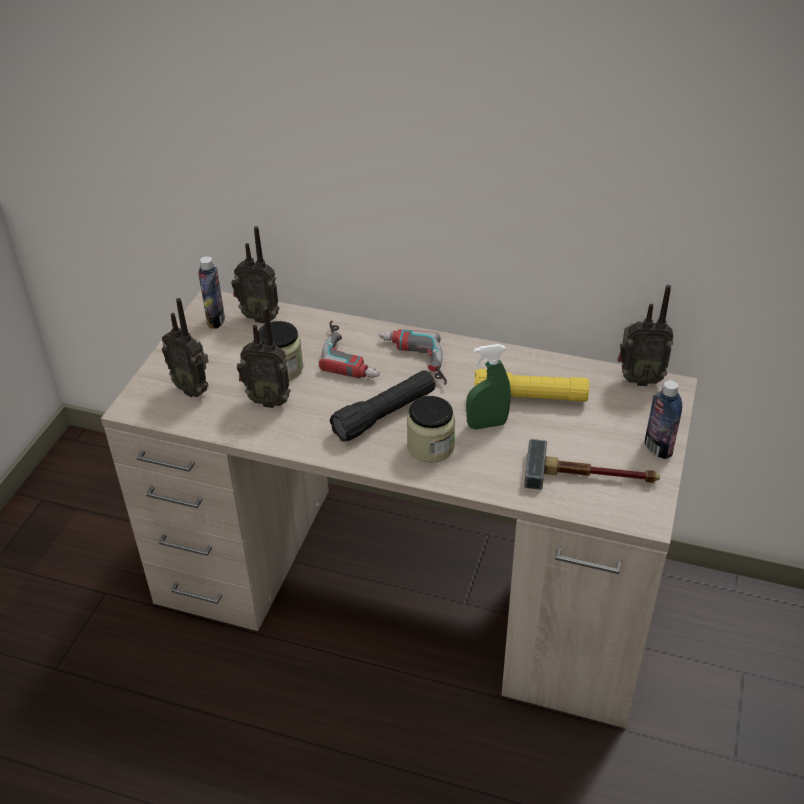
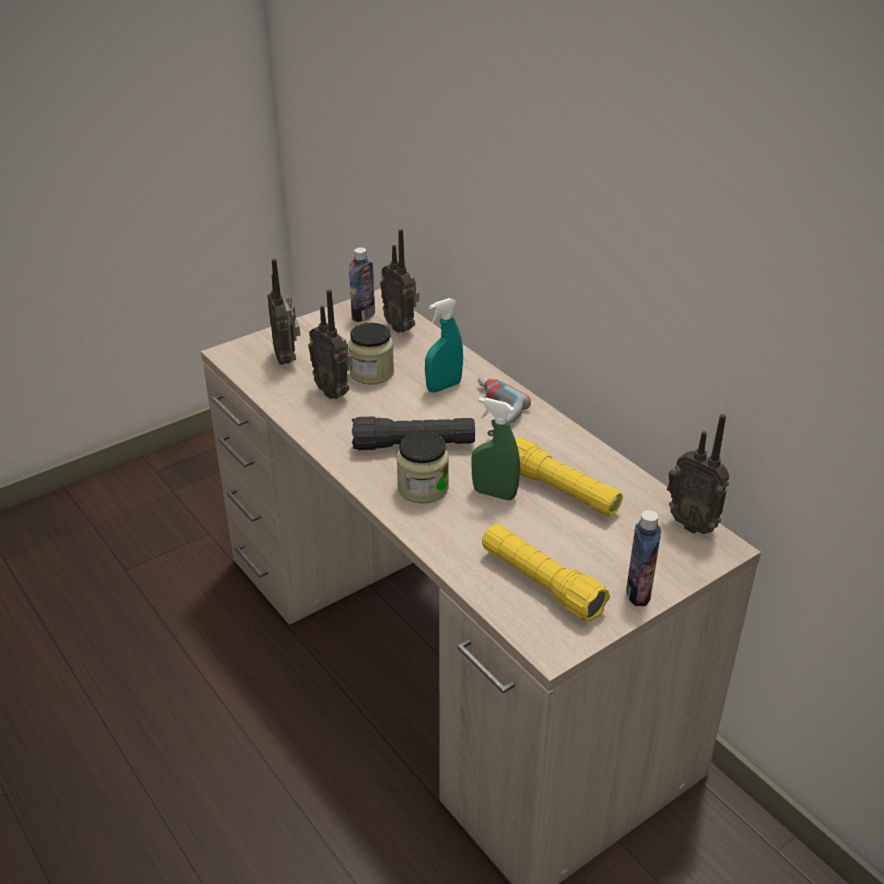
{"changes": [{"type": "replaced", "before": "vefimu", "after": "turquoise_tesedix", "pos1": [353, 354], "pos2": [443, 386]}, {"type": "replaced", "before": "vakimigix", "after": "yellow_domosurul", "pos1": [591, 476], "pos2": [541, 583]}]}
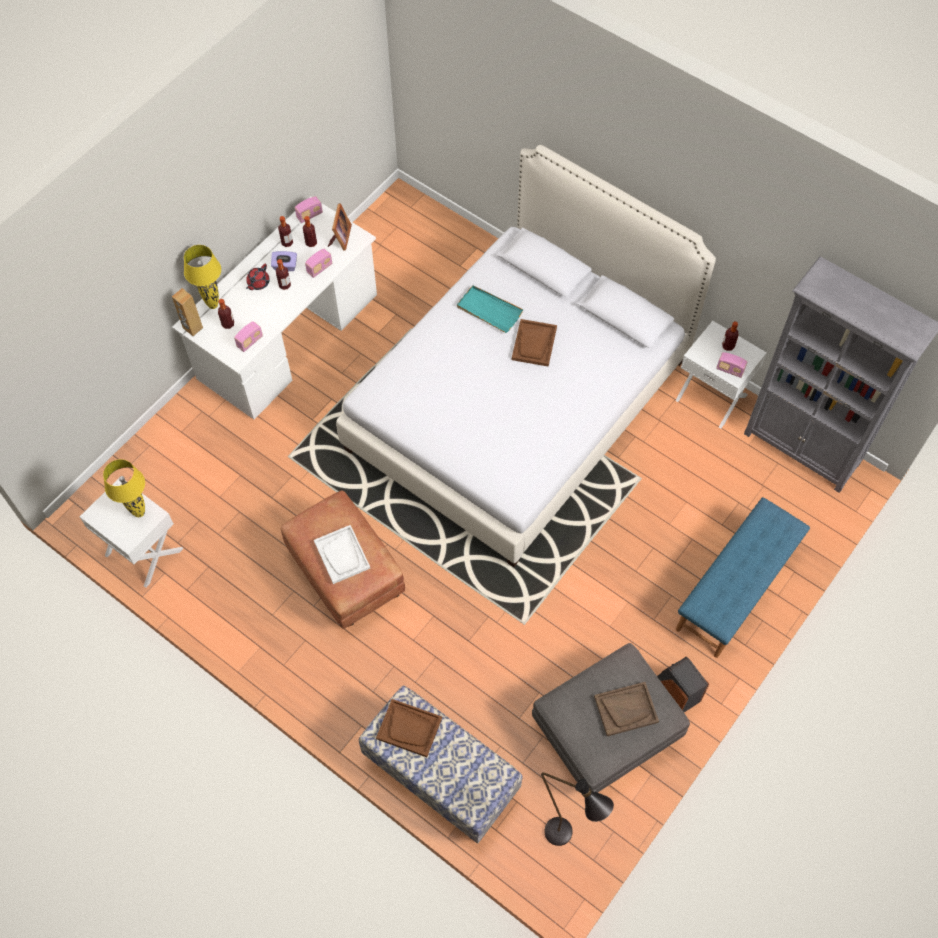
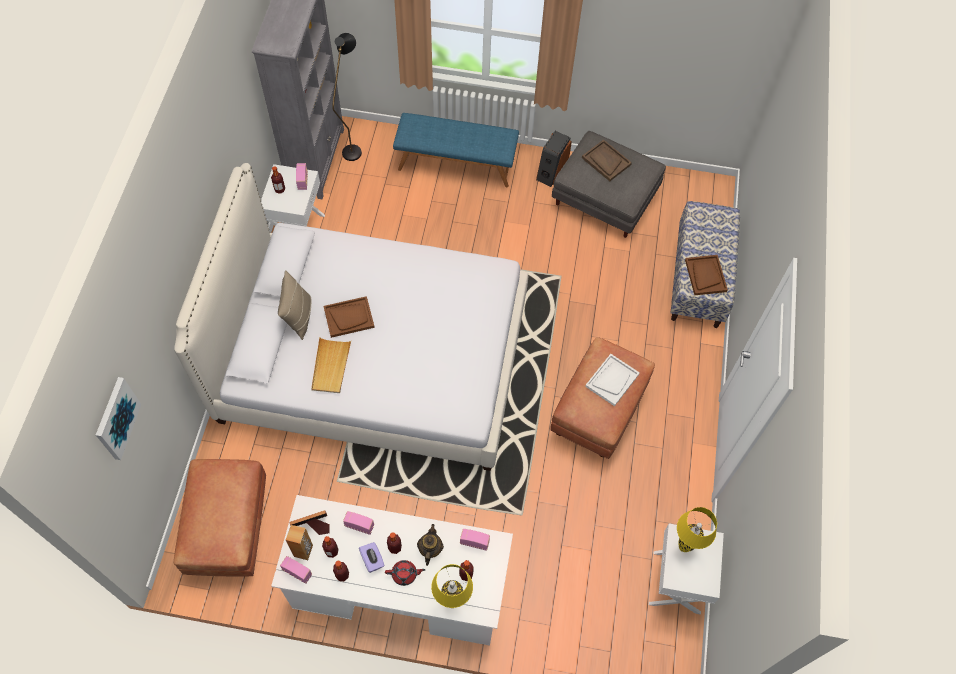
{"changes": [{"type": "added", "after": "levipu", "pos2": [116, 418]}, {"type": "added", "after": "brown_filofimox", "pos2": [229, 529]}, {"type": "added", "after": "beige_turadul", "pos2": [298, 316]}, {"type": "moved", "before": "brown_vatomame", "pos1": [192, 328], "pos2": [303, 551]}, {"type": "recoloured", "before": "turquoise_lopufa", "after": "beige_lopufa", "pos1": [489, 310], "pos2": [330, 366]}, {"type": "moved", "before": "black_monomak", "pos1": [567, 838], "pos2": [353, 147]}, {"type": "added", "after": "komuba", "pos2": [430, 549]}]}
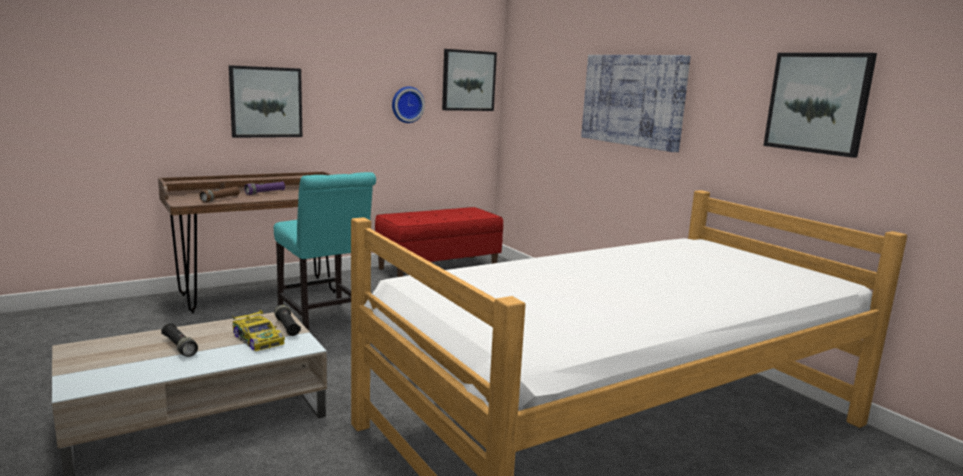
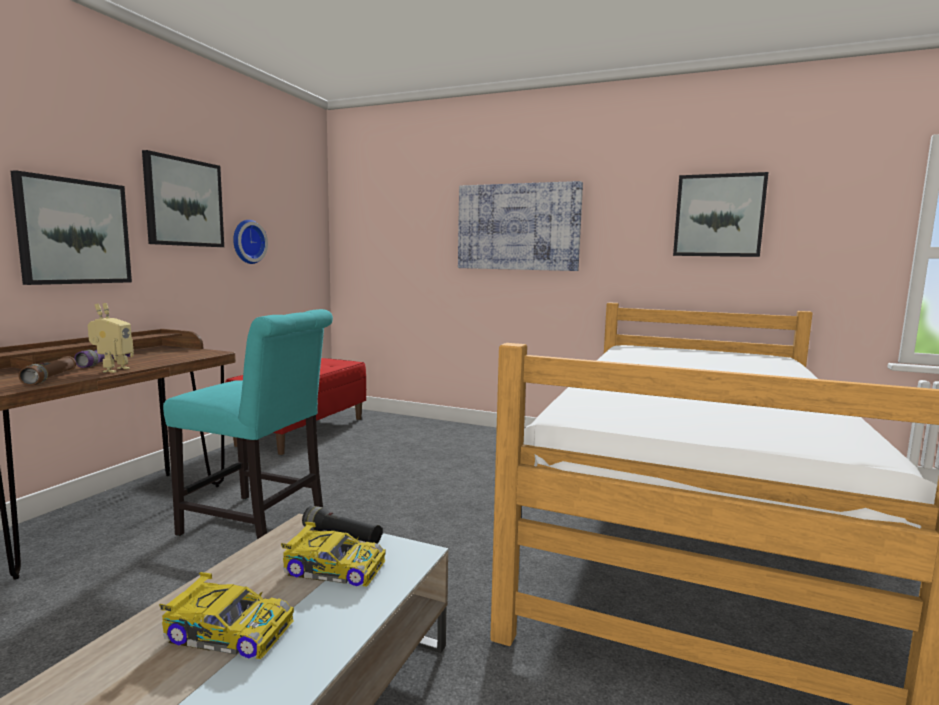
{"changes": [{"type": "added", "after": "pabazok", "pos2": [112, 370]}, {"type": "moved", "before": "levipu", "pos1": [468, 80], "pos2": [184, 202]}, {"type": "replaced", "before": "black_domosurul", "after": "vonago", "pos1": [179, 347], "pos2": [228, 631]}]}
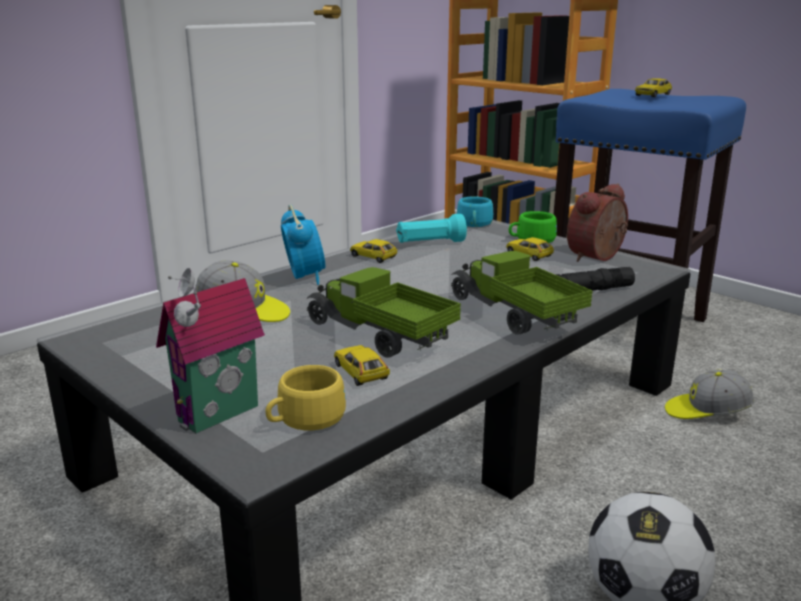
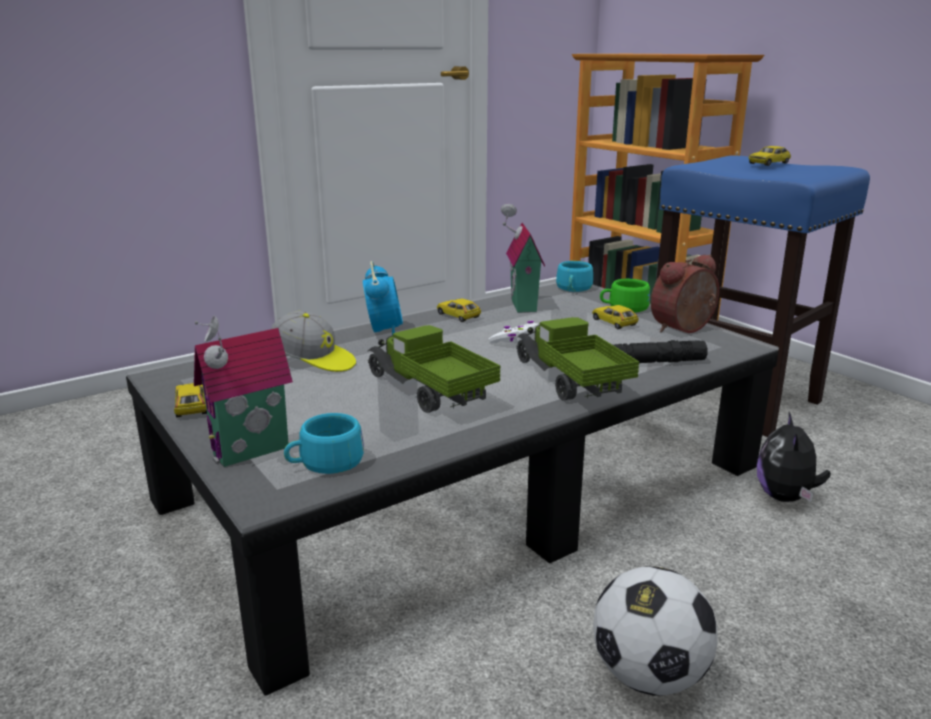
{"changes": [{"type": "moved", "before": "vonago", "pos1": [361, 372], "pos2": [192, 406]}, {"type": "recoloured", "before": "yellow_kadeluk", "after": "turquoise_kadeluk", "pos1": [305, 419], "pos2": [325, 463]}, {"type": "added", "after": "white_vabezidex", "pos2": [515, 340]}, {"type": "replaced", "before": "turquoise_domosurul", "after": "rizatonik", "pos1": [430, 243], "pos2": [520, 305]}, {"type": "replaced", "before": "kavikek", "after": "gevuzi", "pos1": [706, 412], "pos2": [785, 497]}]}
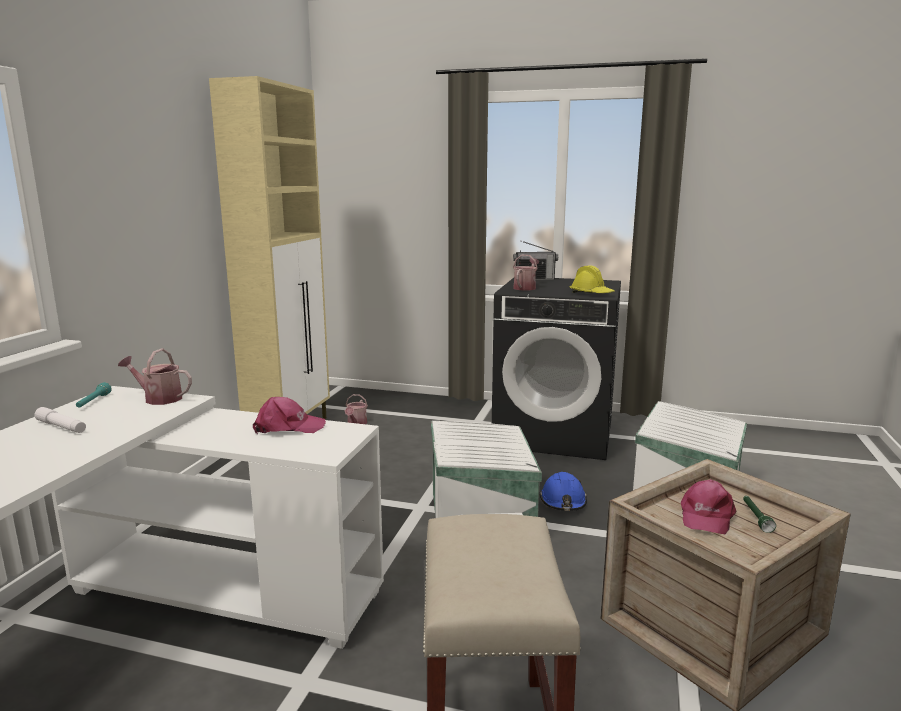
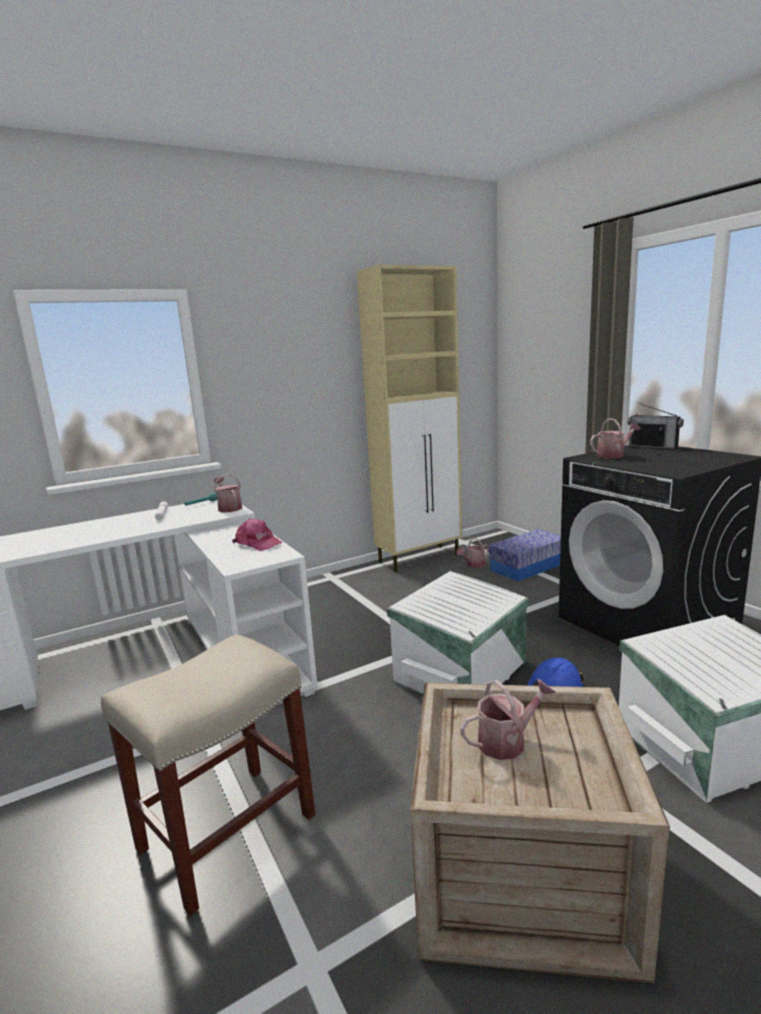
{"changes": [{"type": "replaced", "before": "pink_kavikek", "after": "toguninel", "pos1": [706, 516], "pos2": [507, 741]}, {"type": "added", "after": "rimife", "pos2": [528, 567]}, {"type": "removed", "before": "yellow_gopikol", "pos1": [591, 294]}, {"type": "removed", "before": "green_domosurul", "pos1": [755, 518]}]}
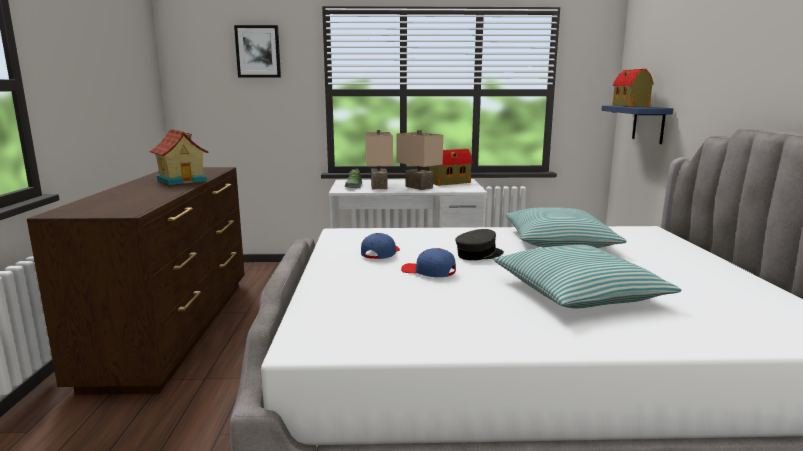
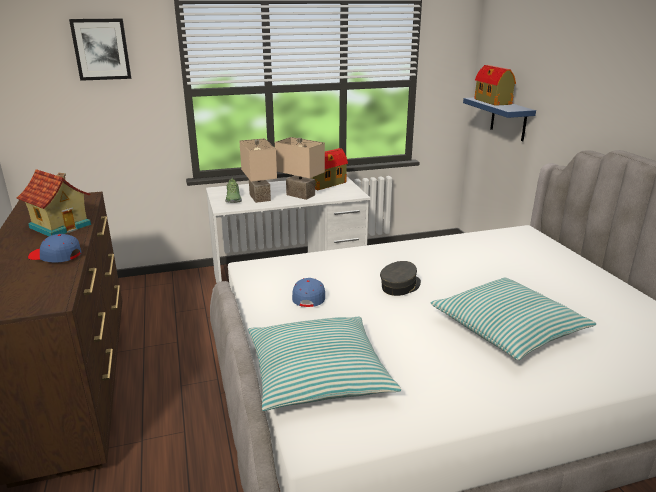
{"changes": [{"type": "moved", "before": "blue_kavikek", "pos1": [428, 272], "pos2": [55, 256]}, {"type": "moved", "before": "turadul", "pos1": [558, 241], "pos2": [318, 374]}]}
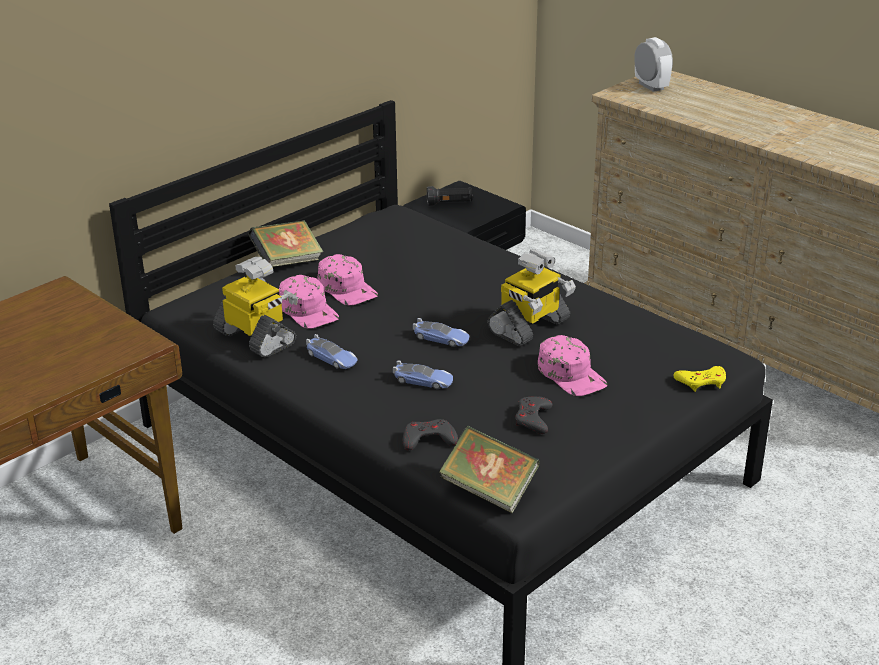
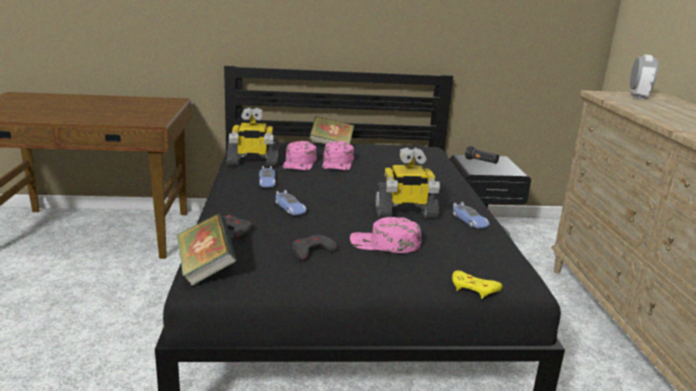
{"changes": [{"type": "turned", "before": "pabazok", "pos1": [257, 338], "pos2": [252, 162], "turn": 90}, {"type": "turned", "before": "pink_kavikek", "pos1": [572, 374], "pos2": [384, 243], "turn": 90}, {"type": "moved", "before": "vonago", "pos1": [441, 338], "pos2": [469, 220]}]}
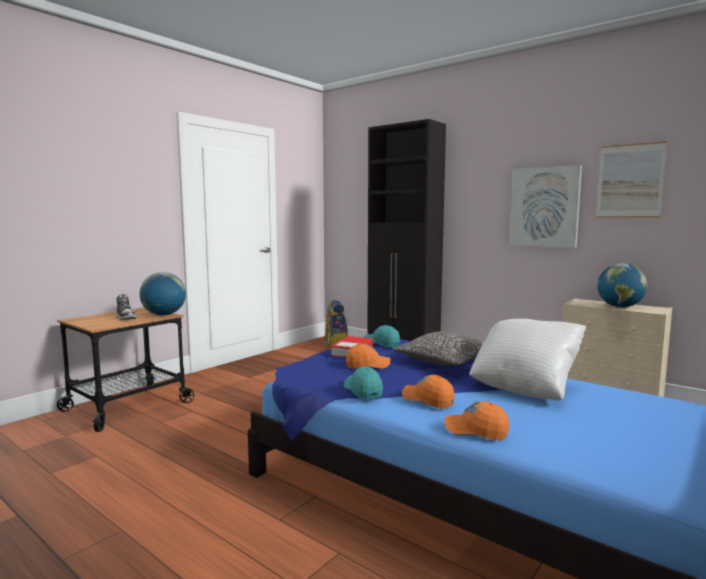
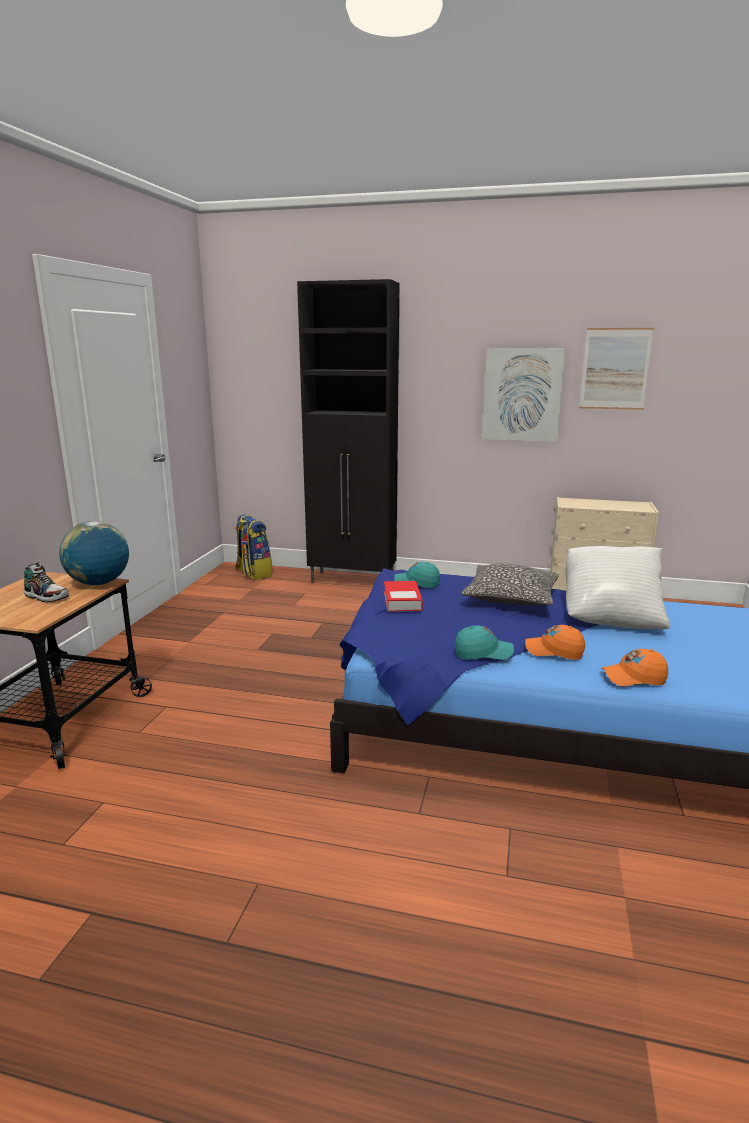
{"changes": [{"type": "turned", "before": "turquoise_kavikek", "pos1": [363, 390], "pos2": [483, 653], "turn": 135}, {"type": "removed", "before": "orange_kavikek", "pos1": [368, 365]}, {"type": "removed", "before": "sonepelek", "pos1": [620, 307]}]}
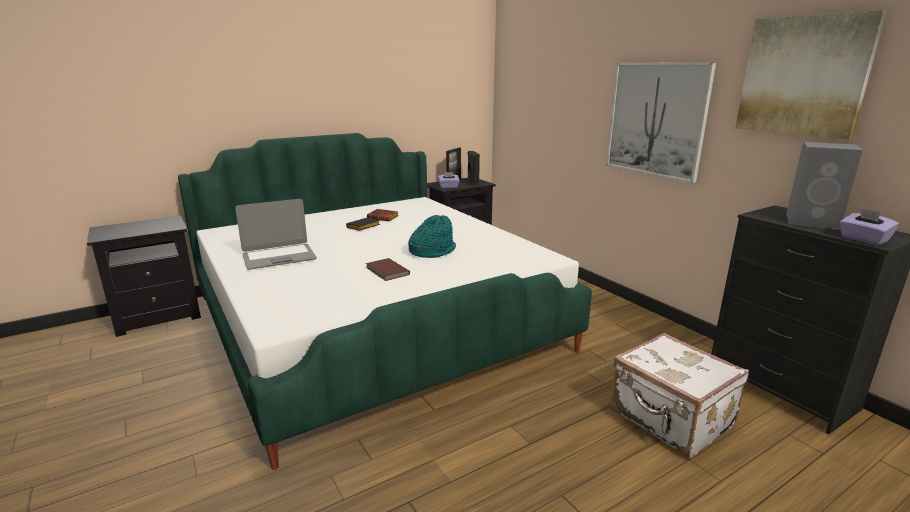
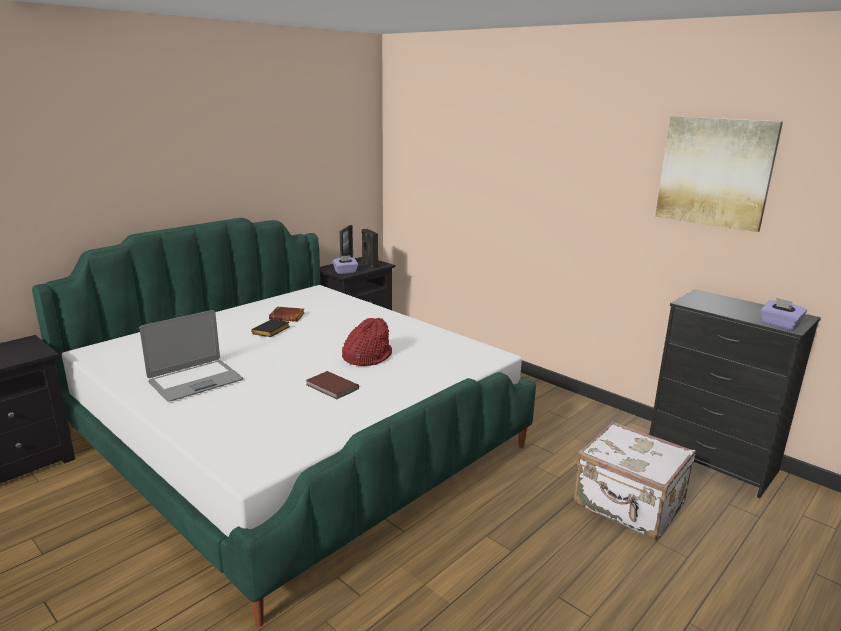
{"changes": [{"type": "recoloured", "before": "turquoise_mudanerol", "after": "red_mudanerol", "pos1": [432, 251], "pos2": [367, 357]}, {"type": "removed", "before": "levipu", "pos1": [656, 119]}, {"type": "removed", "before": "grey_vatomame", "pos1": [813, 222]}]}
